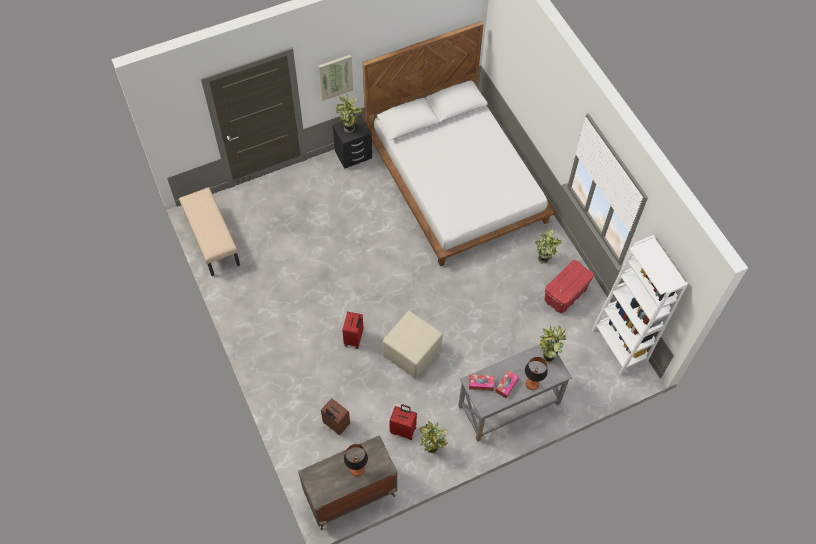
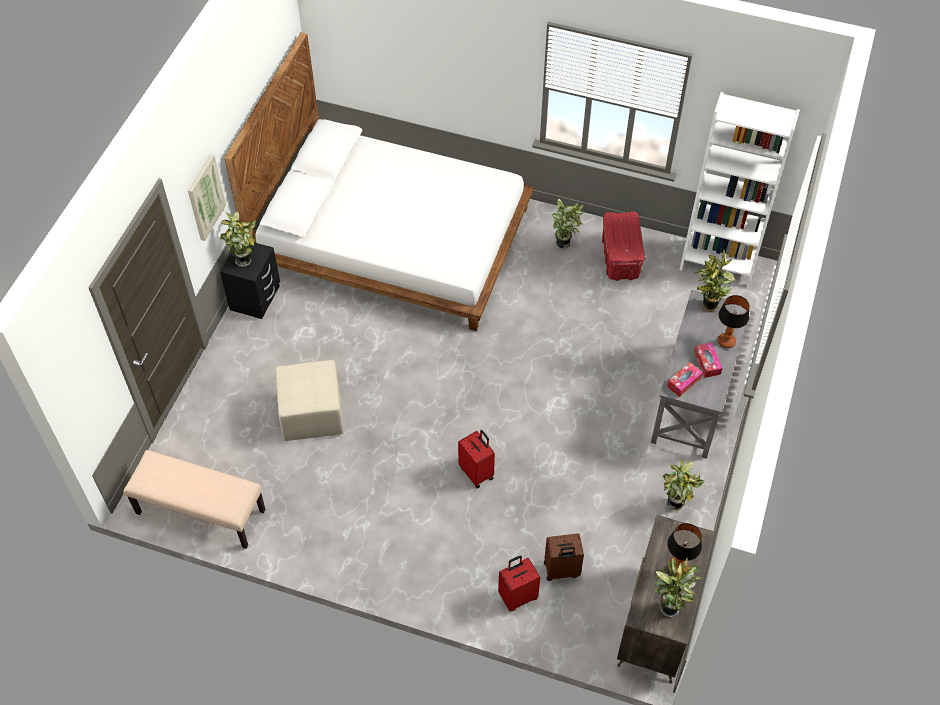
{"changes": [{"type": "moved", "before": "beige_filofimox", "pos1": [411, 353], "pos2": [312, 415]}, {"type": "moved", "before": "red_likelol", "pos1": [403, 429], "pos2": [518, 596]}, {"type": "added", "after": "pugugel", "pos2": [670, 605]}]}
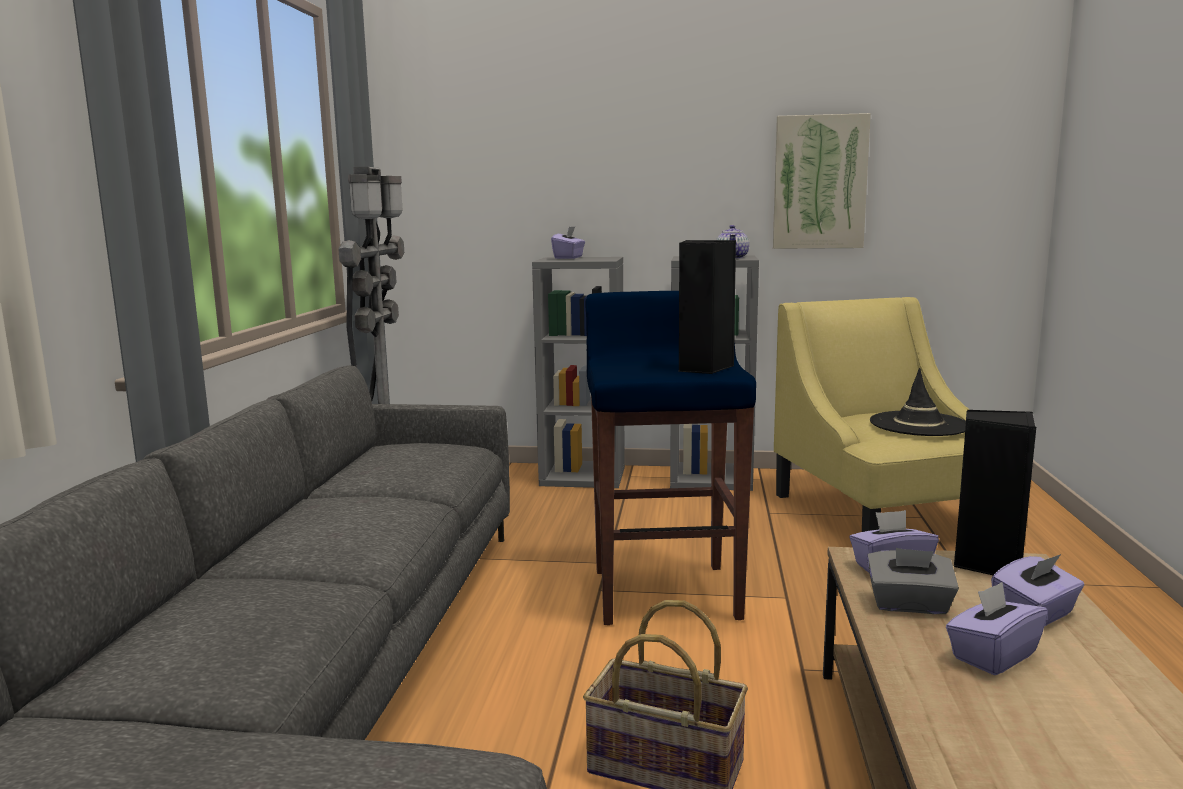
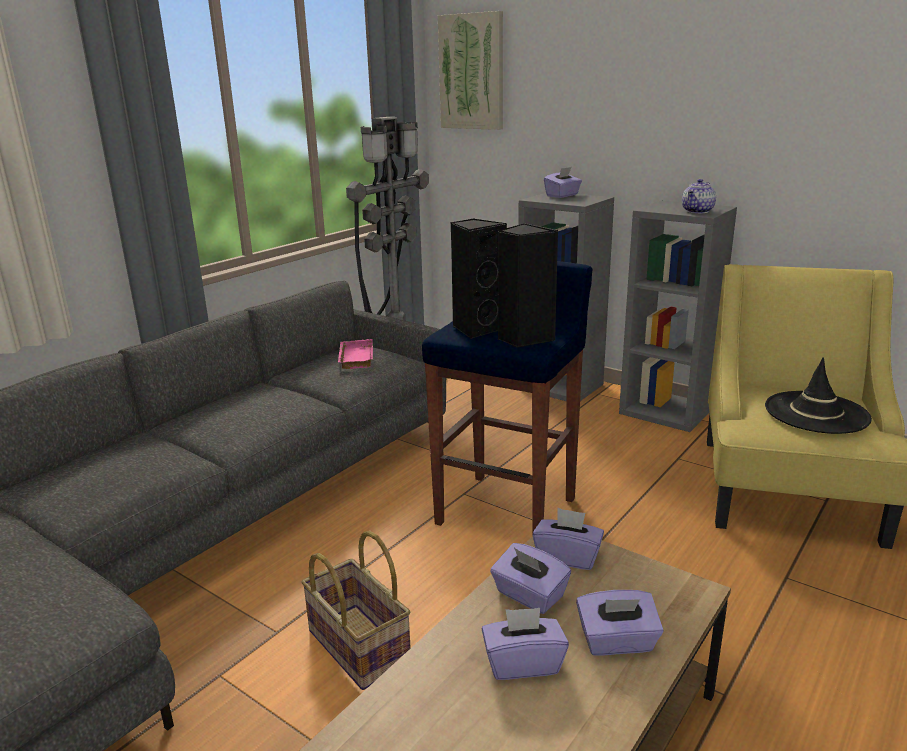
{"changes": [{"type": "added", "after": "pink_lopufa", "pos2": [354, 358]}, {"type": "moved", "before": "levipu", "pos1": [819, 182], "pos2": [472, 72]}, {"type": "moved", "before": "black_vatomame", "pos1": [987, 564], "pos2": [477, 329]}, {"type": "recoloured", "before": "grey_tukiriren", "after": "purple_tukiriren", "pos1": [909, 605], "pos2": [529, 595]}]}
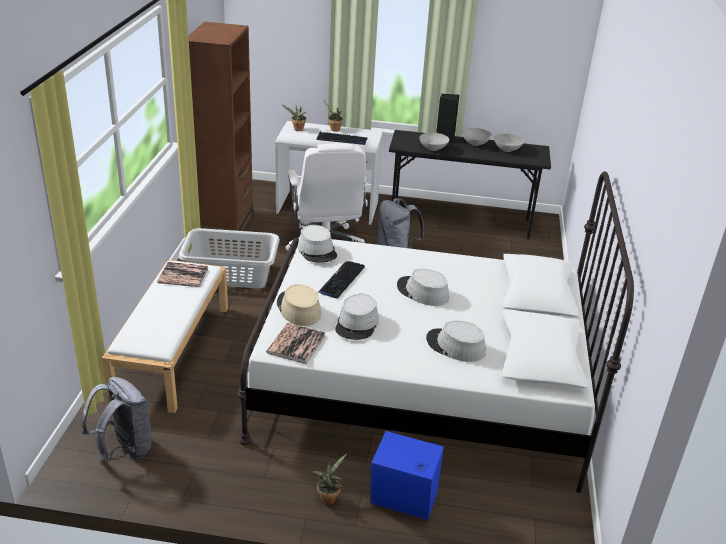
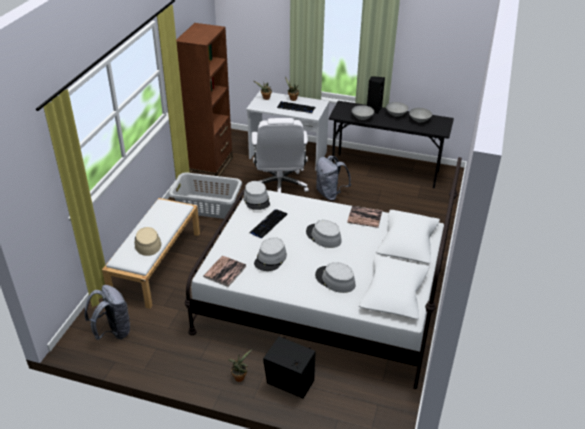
{"changes": [{"type": "moved", "before": "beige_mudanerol", "pos1": [298, 309], "pos2": [147, 243]}, {"type": "recoloured", "before": "blue_vatomame", "after": "black_vatomame", "pos1": [404, 501], "pos2": [290, 384]}, {"type": "moved", "before": "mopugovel", "pos1": [183, 275], "pos2": [364, 217]}]}
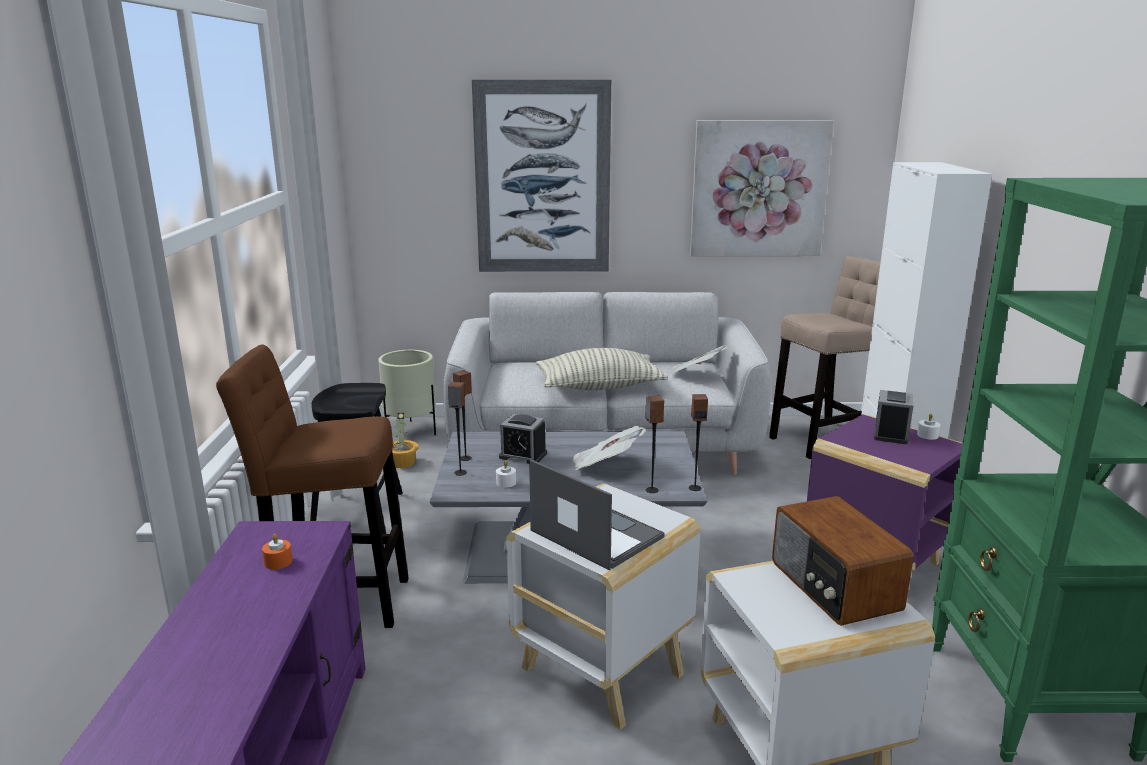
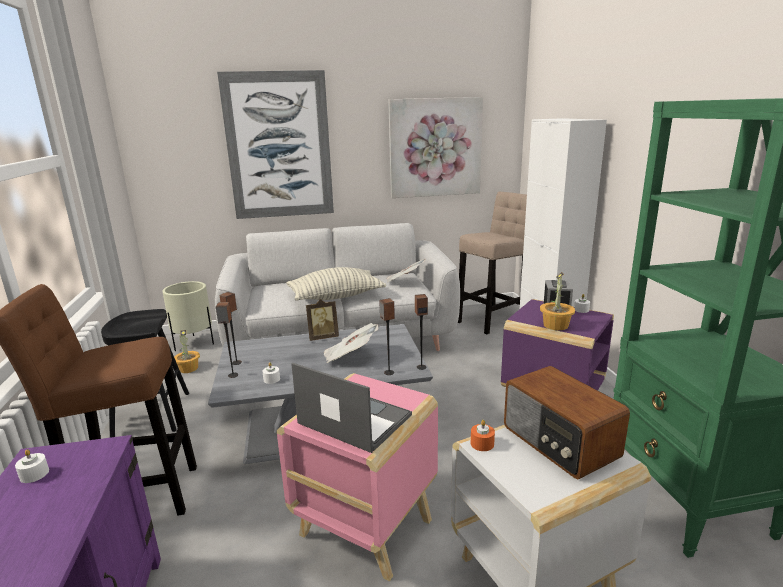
{"changes": [{"type": "added", "after": "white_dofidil", "pos2": [34, 474]}, {"type": "recoloured", "before": "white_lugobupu", "after": "pink_lugobupu", "pos1": [599, 670], "pos2": [364, 527]}, {"type": "added", "after": "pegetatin", "pos2": [323, 337]}, {"type": "moved", "before": "orange_dofidil", "pos1": [278, 562], "pos2": [482, 443]}, {"type": "added", "after": "pugugel", "pos2": [556, 325]}, {"type": "removed", "before": "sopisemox", "pos1": [523, 455]}]}
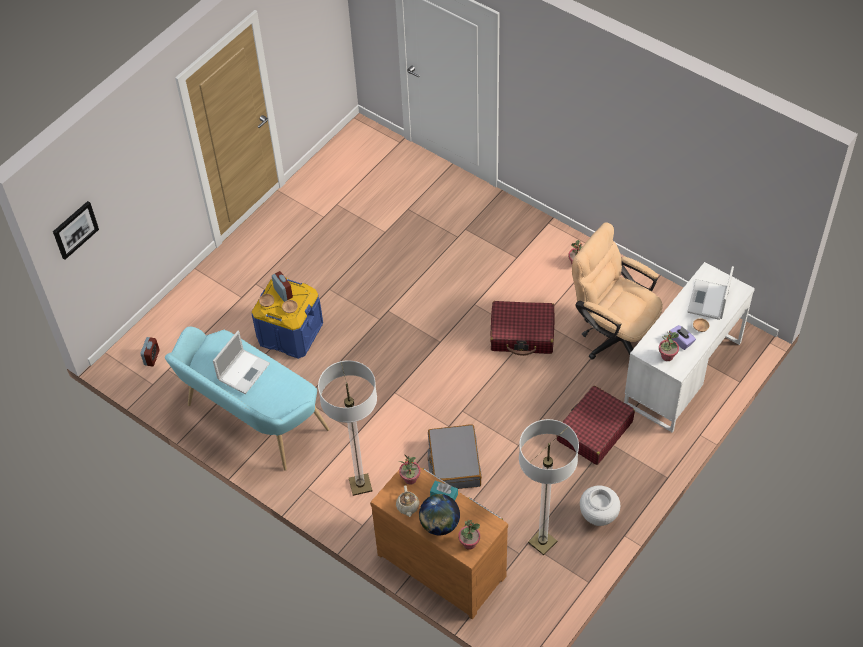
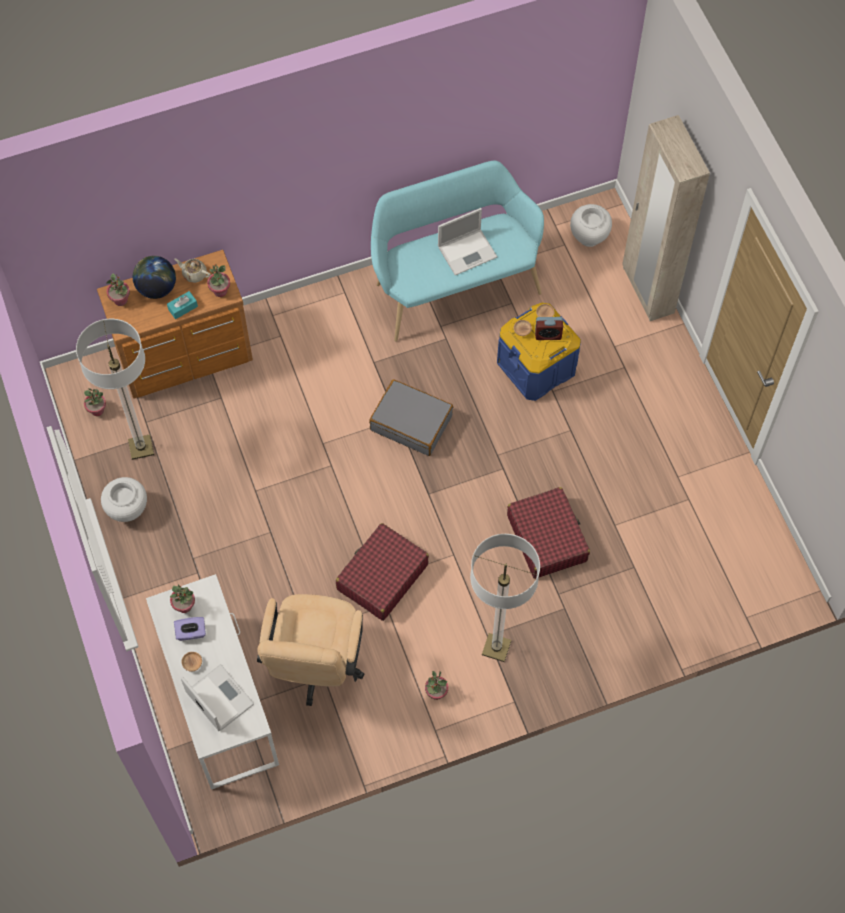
{"changes": [{"type": "added", "after": "pugugel", "pos2": [97, 410]}, {"type": "turned", "before": "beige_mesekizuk", "pos1": [614, 335], "pos2": [315, 666], "turn": 120}, {"type": "moved", "before": "grey_likelol", "pos1": [454, 463], "pos2": [411, 422]}, {"type": "turned", "before": "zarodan", "pos1": [244, 371], "pos2": [468, 251], "turn": -90}, {"type": "moved", "before": "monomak", "pos1": [360, 485], "pos2": [496, 648]}, {"type": "moved", "before": "red_likelol", "pos1": [594, 431], "pos2": [547, 538]}, {"type": "replaced", "before": "sopisemox", "after": "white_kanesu", "pos1": [152, 357], "pos2": [589, 238]}, {"type": "added", "after": "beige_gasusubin", "pos2": [647, 290]}, {"type": "removed", "before": "levipu", "pos1": [75, 229]}]}
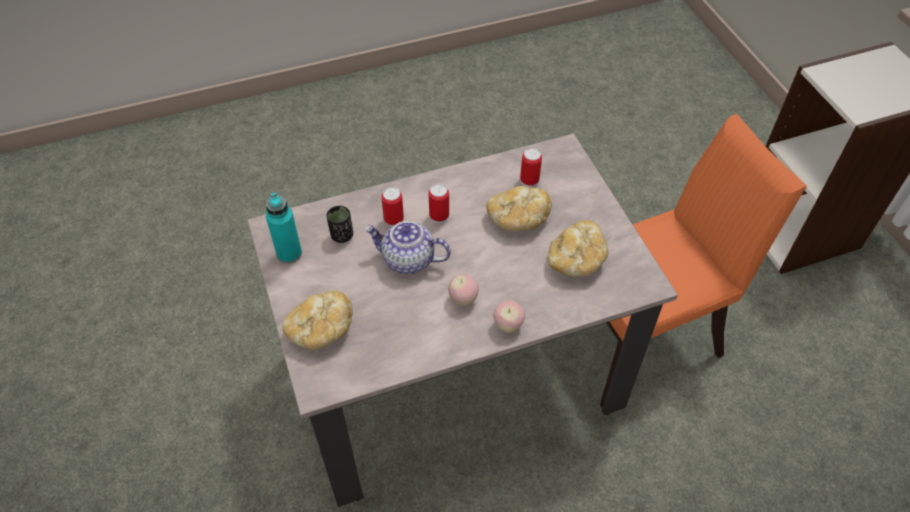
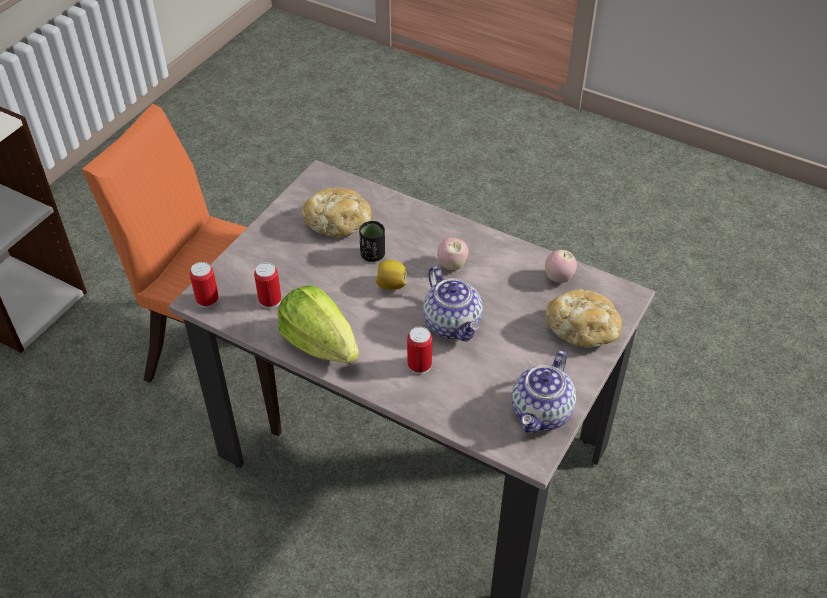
{"changes": [{"type": "moved", "before": "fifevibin", "pos1": [439, 216], "pos2": [207, 300]}, {"type": "added", "after": "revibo", "pos2": [320, 343]}, {"type": "moved", "before": "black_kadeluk", "pos1": [342, 235], "pos2": [372, 255]}, {"type": "added", "after": "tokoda", "pos2": [391, 285]}, {"type": "replaced", "before": "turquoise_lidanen", "after": "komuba", "pos1": [289, 253], "pos2": [542, 413]}, {"type": "moved", "before": "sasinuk", "pos1": [508, 325], "pos2": [558, 278]}, {"type": "removed", "before": "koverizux", "pos1": [517, 219]}]}
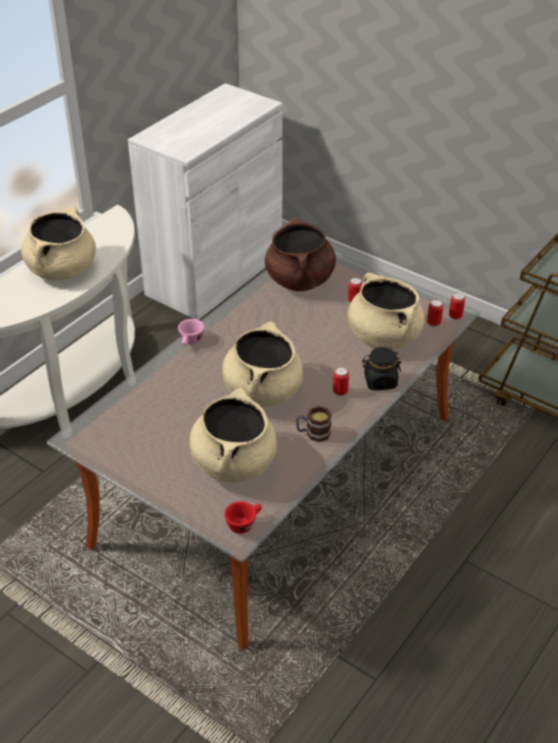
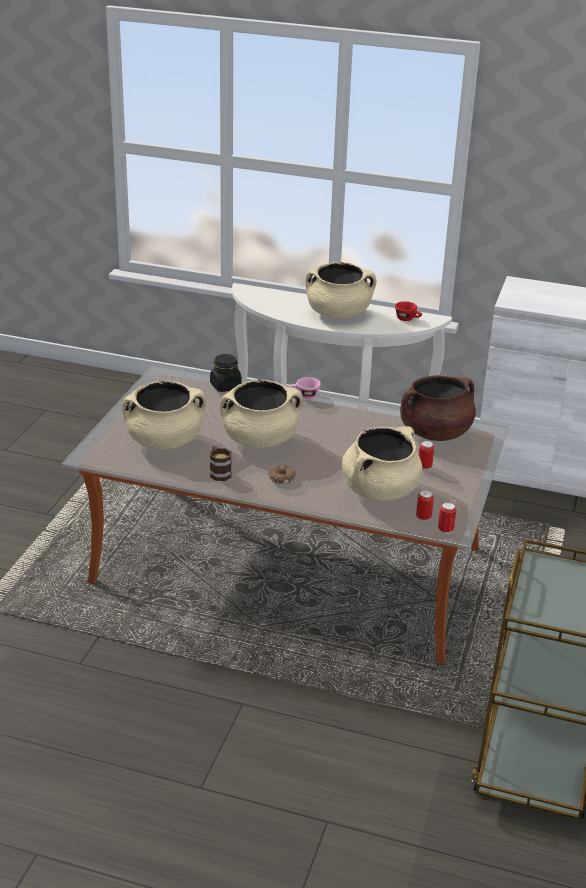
{"changes": [{"type": "moved", "before": "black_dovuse", "pos1": [380, 381], "pos2": [225, 386]}, {"type": "replaced", "before": "fifevibin", "after": "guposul", "pos1": [340, 392], "pos2": [282, 478]}, {"type": "moved", "before": "red_kadeluk", "pos1": [244, 523], "pos2": [408, 319]}]}
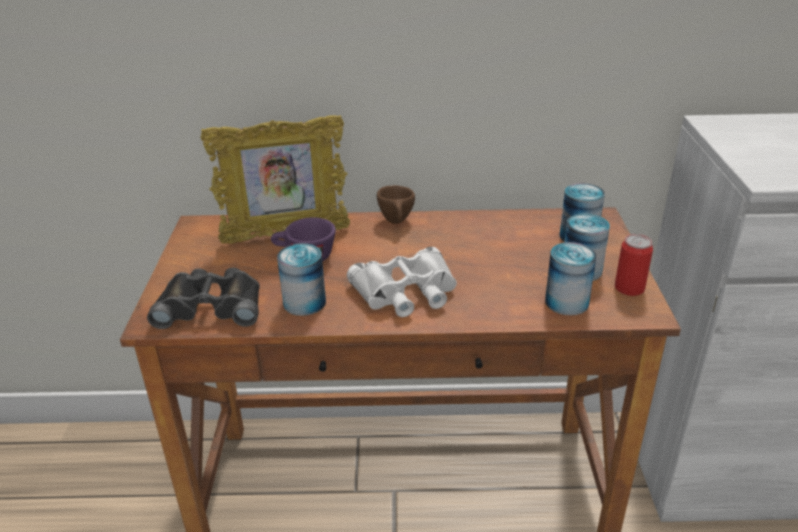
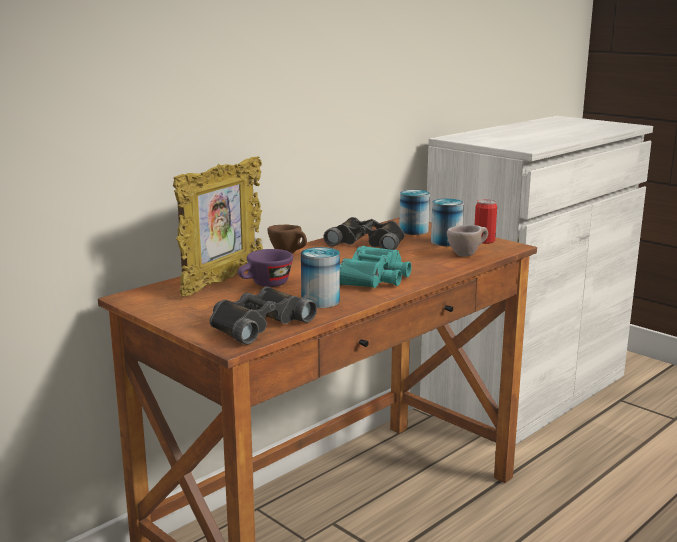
{"changes": [{"type": "added", "after": "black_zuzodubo", "pos2": [368, 242]}, {"type": "recoloured", "before": "white_zuzodubo", "after": "turquoise_zuzodubo", "pos1": [406, 292], "pos2": [373, 277]}, {"type": "replaced", "before": "fifevibin", "after": "beige_kadeluk", "pos1": [566, 302], "pos2": [467, 254]}]}
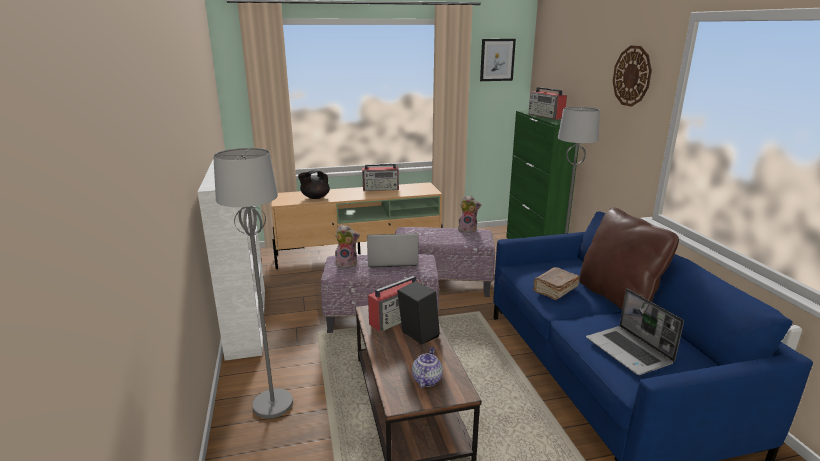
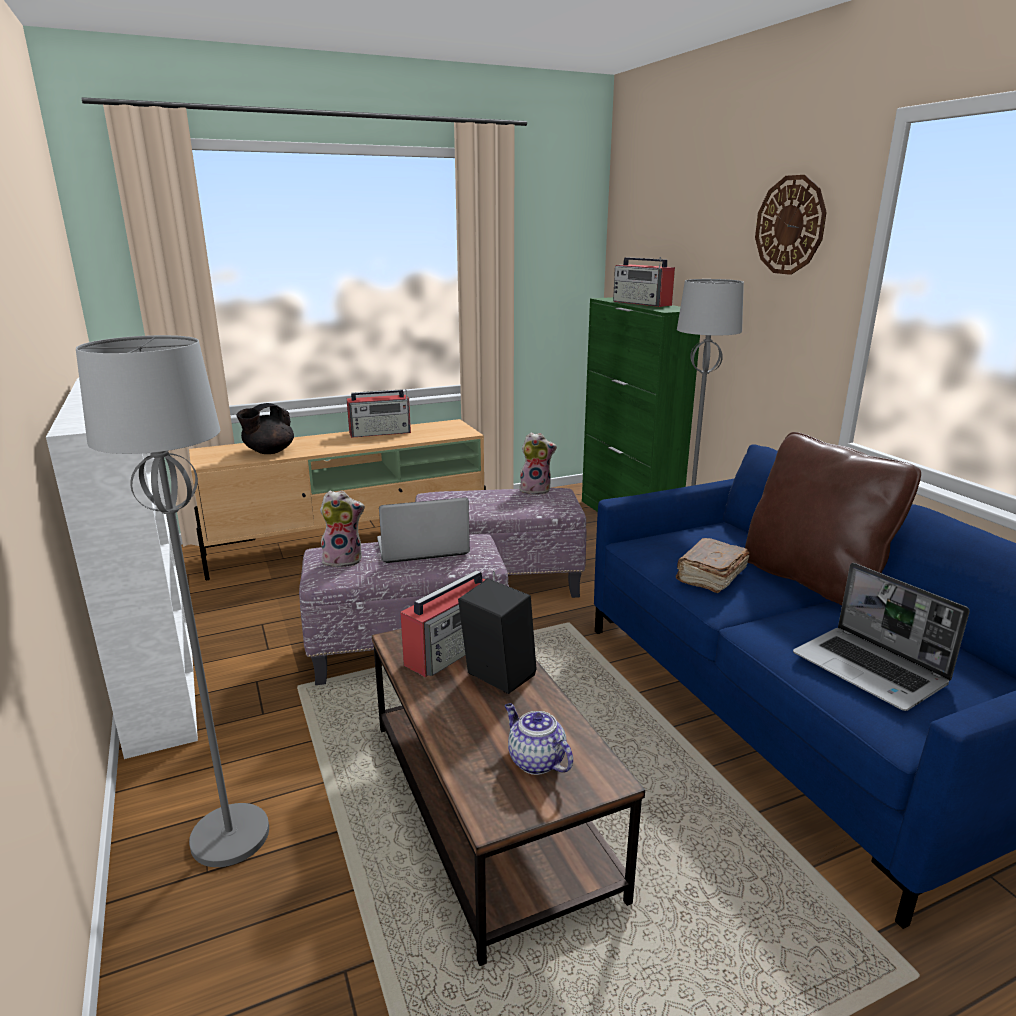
{"changes": [{"type": "turned", "before": "komuba", "pos1": [426, 379], "pos2": [535, 760], "turn": -45}, {"type": "removed", "before": "levipu", "pos1": [497, 60]}]}
